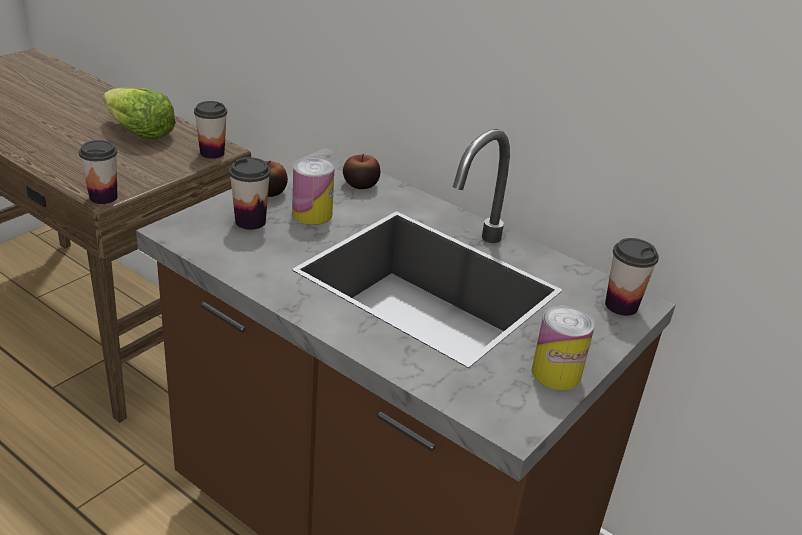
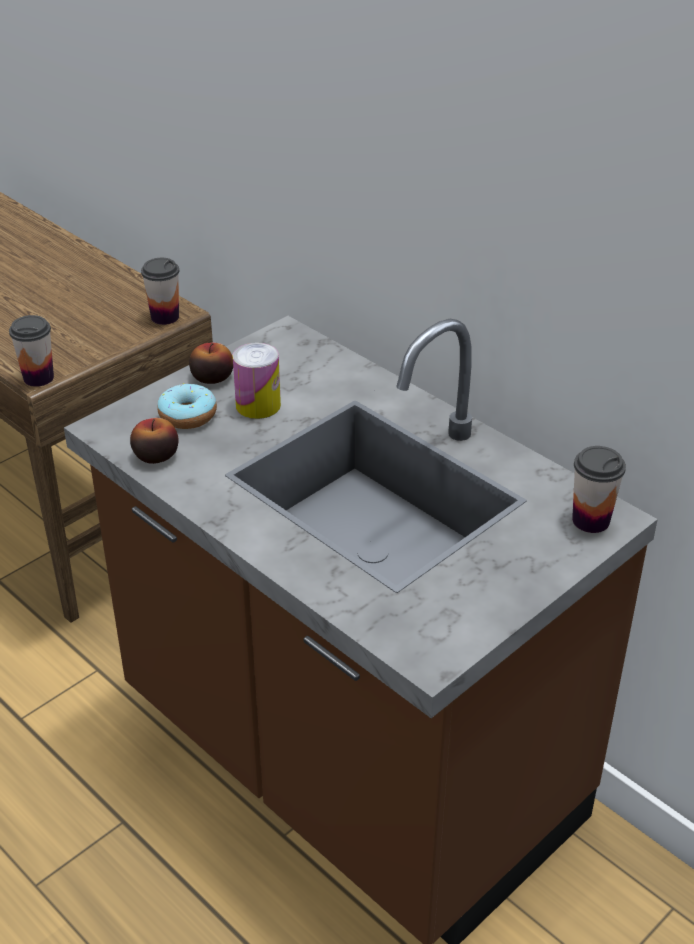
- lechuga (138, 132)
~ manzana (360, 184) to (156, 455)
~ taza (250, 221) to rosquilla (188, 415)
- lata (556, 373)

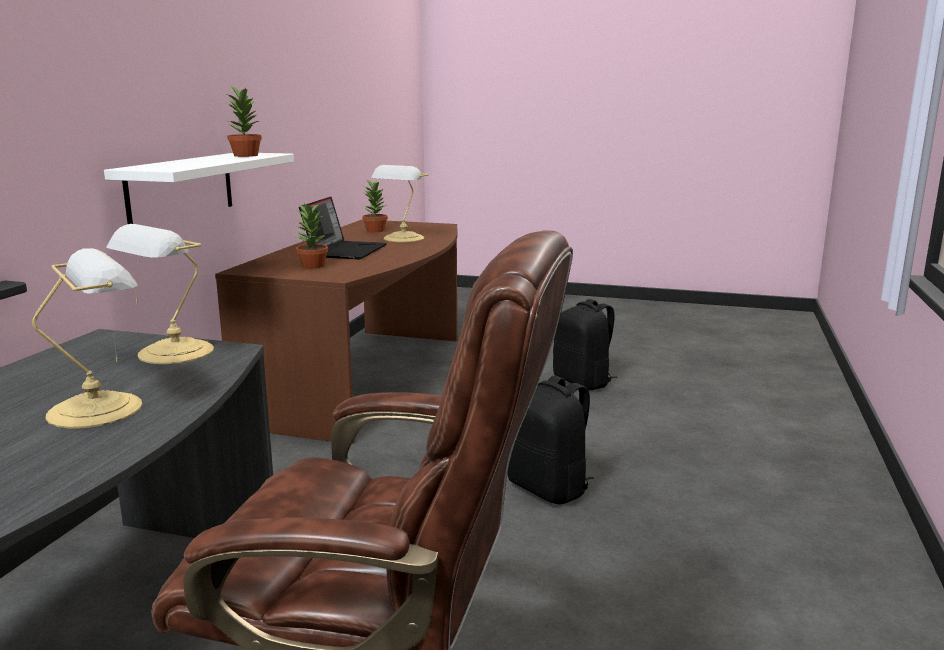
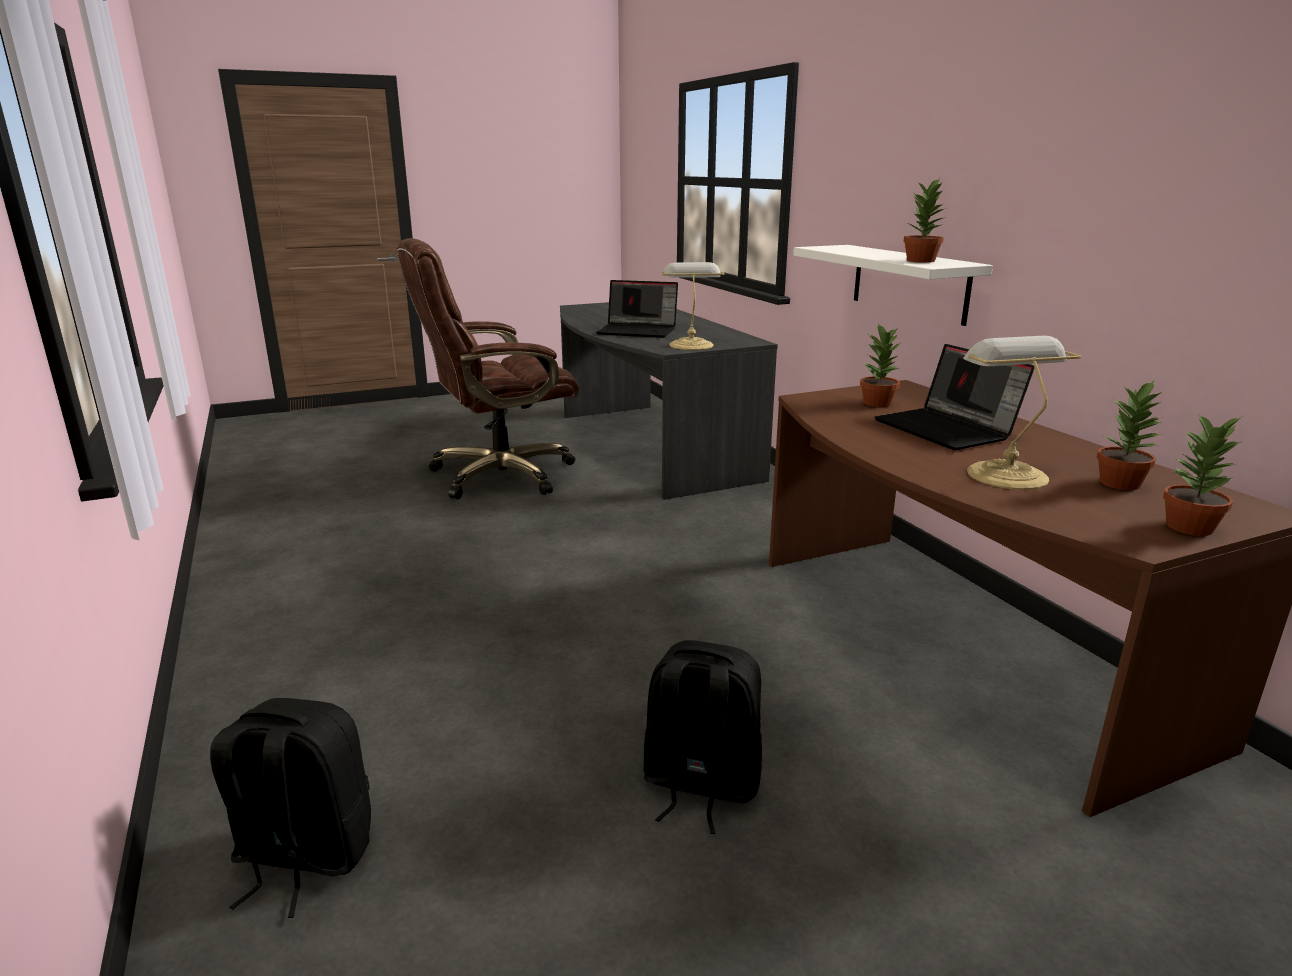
~ lámpara de mesa (100, 408) to portátil (638, 331)
~ mochila (negro) (549, 488) to (303, 857)
+ planta en maceta (1190, 528)

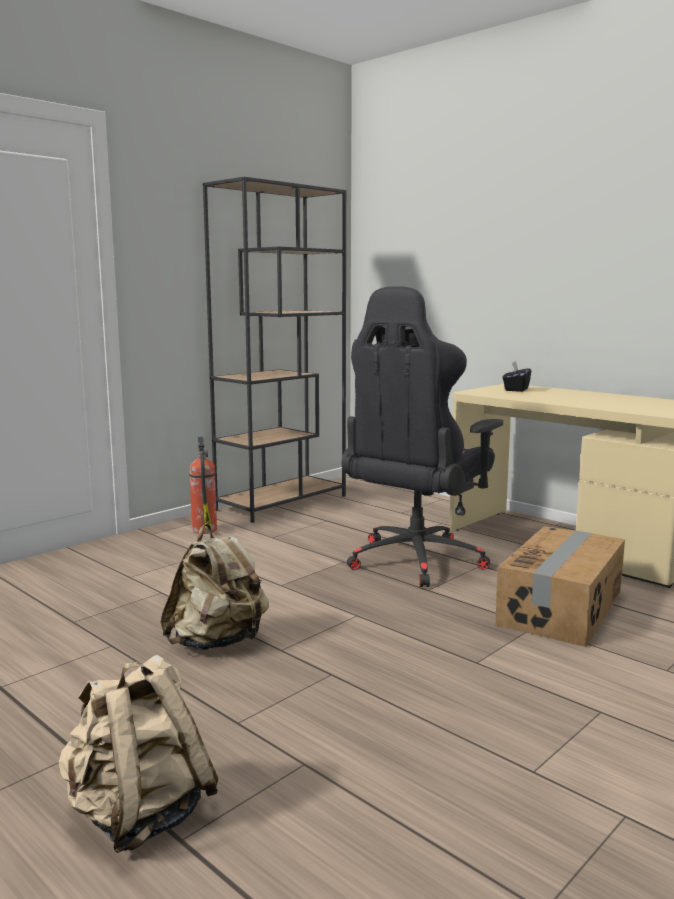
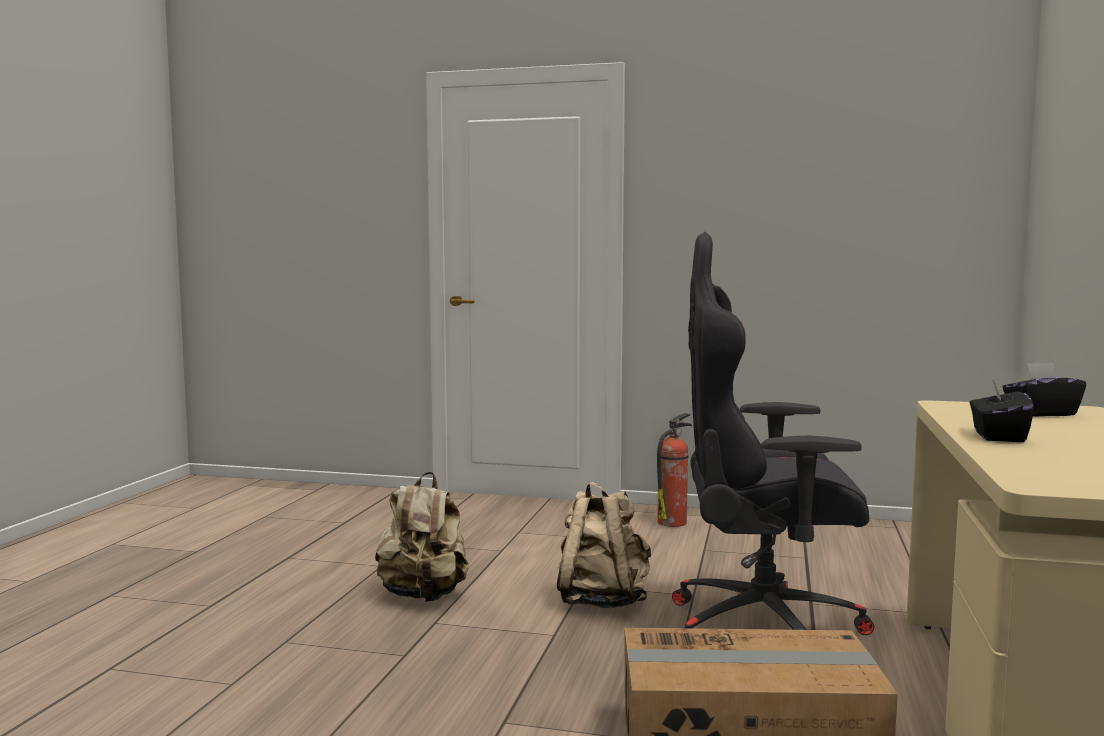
- estantería (282, 502)
~ mochila (beis) (139, 815) to (602, 601)
+ caja de pañuelos (negro) (997, 436)

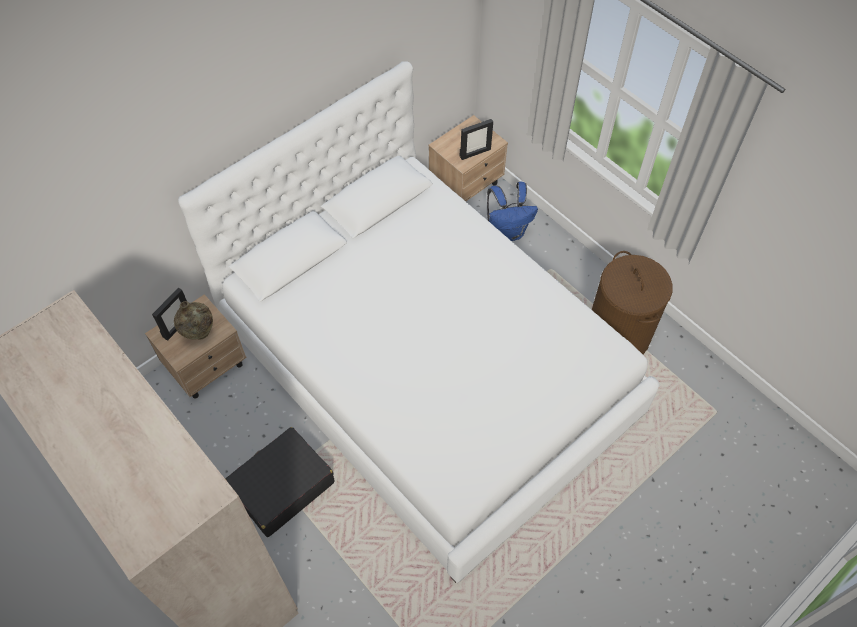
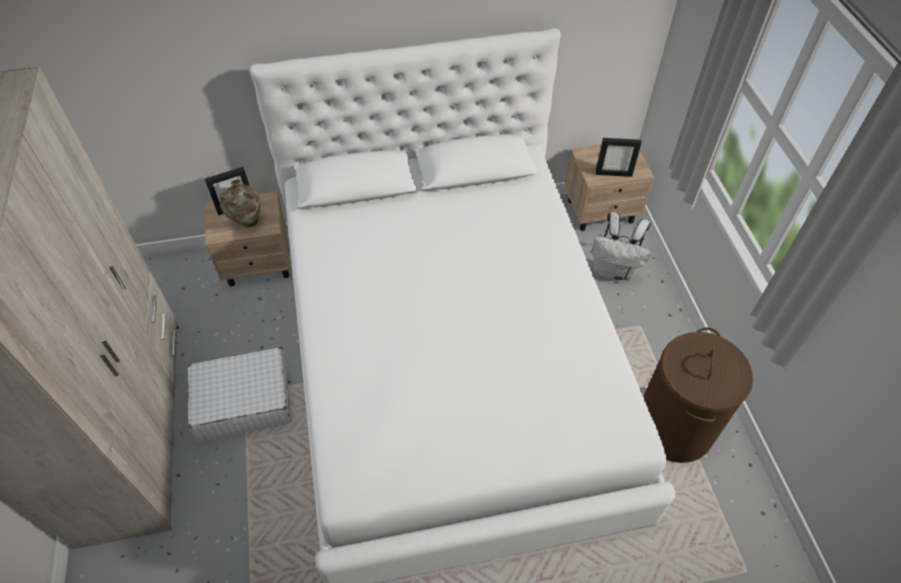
~ mochila (azul) (506, 232) to mochila (blanco) (614, 271)
~ maleta (negro) (281, 487) to maleta (blanco) (243, 401)

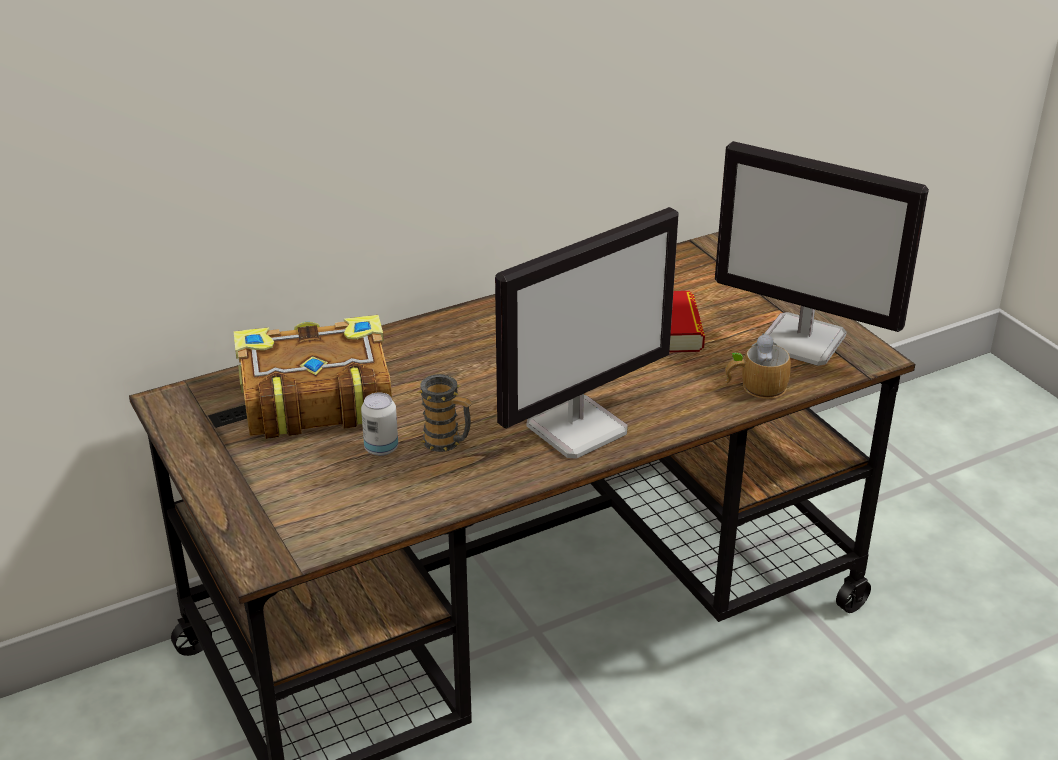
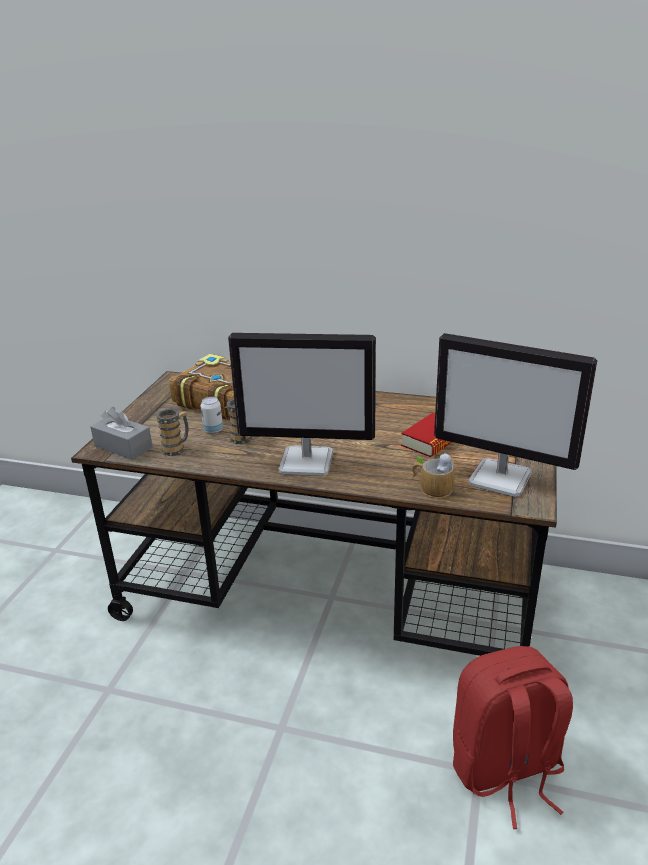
~ monitor (804, 341) = (501, 479) 45 degrees counterclockwise
+ caja de pañuelos (gris) (123, 447)
+ taza grande (176, 448)
+ mochila (rojo) (505, 770)

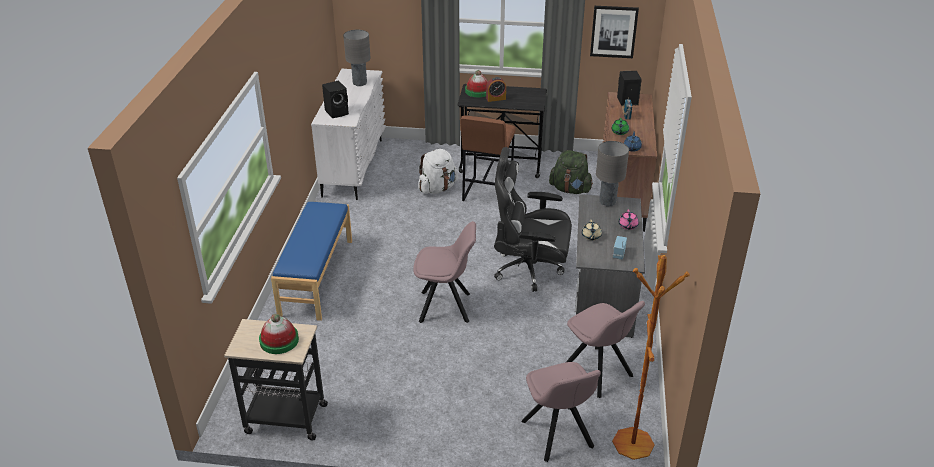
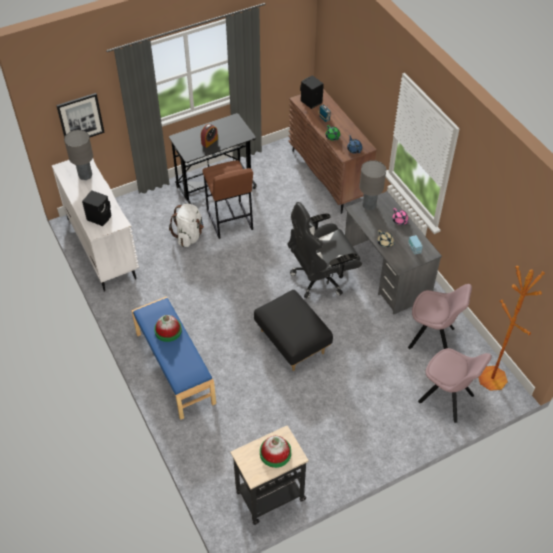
~ cuadro (613, 31) to (80, 118)
~ sombrero (478, 91) to (168, 330)
- mochila (verde) (570, 189)
~ silla (rosa) (445, 307) to puf (negro) (293, 342)

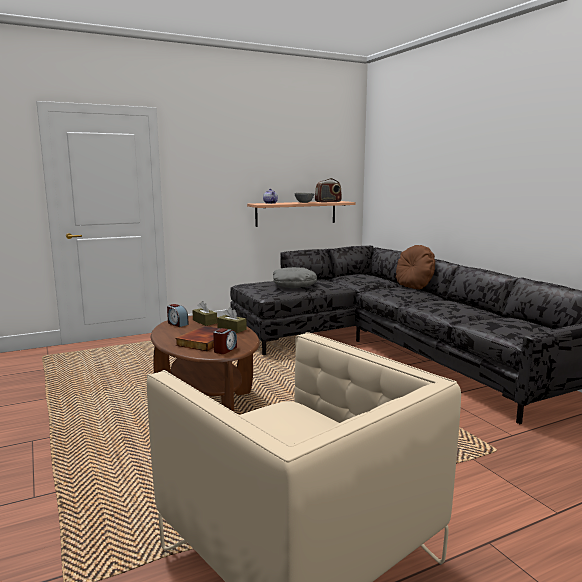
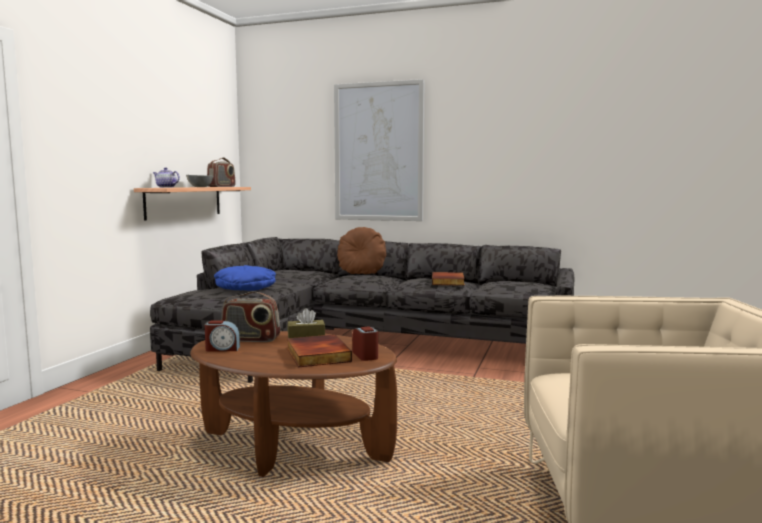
~ cojín (gris) (294, 285) to cojín (azul) (246, 288)
~ caja de pañuelos (marrón) (204, 322) to radio (250, 339)
+ cuadro (378, 152)
+ libro (448, 281)

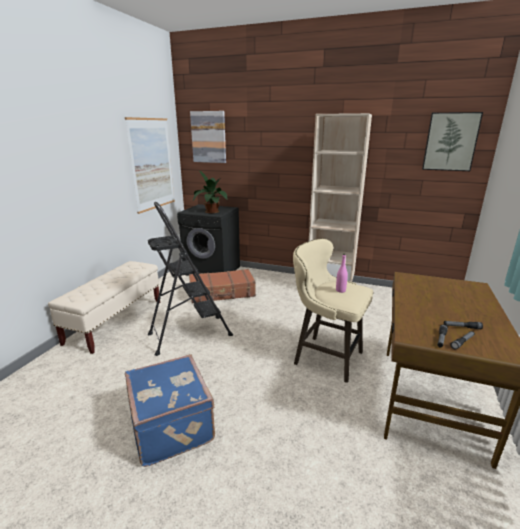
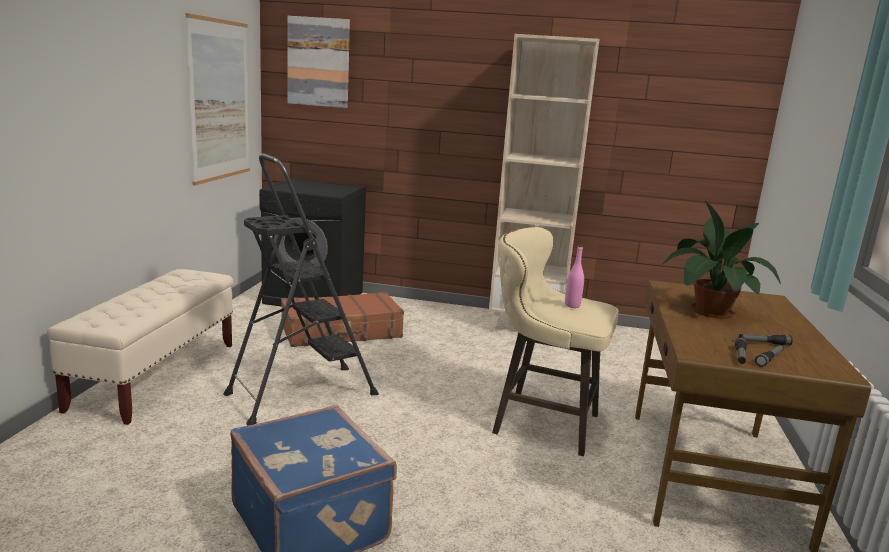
- cuadro (450, 142)
~ planta en maceta (211, 211) to (707, 311)

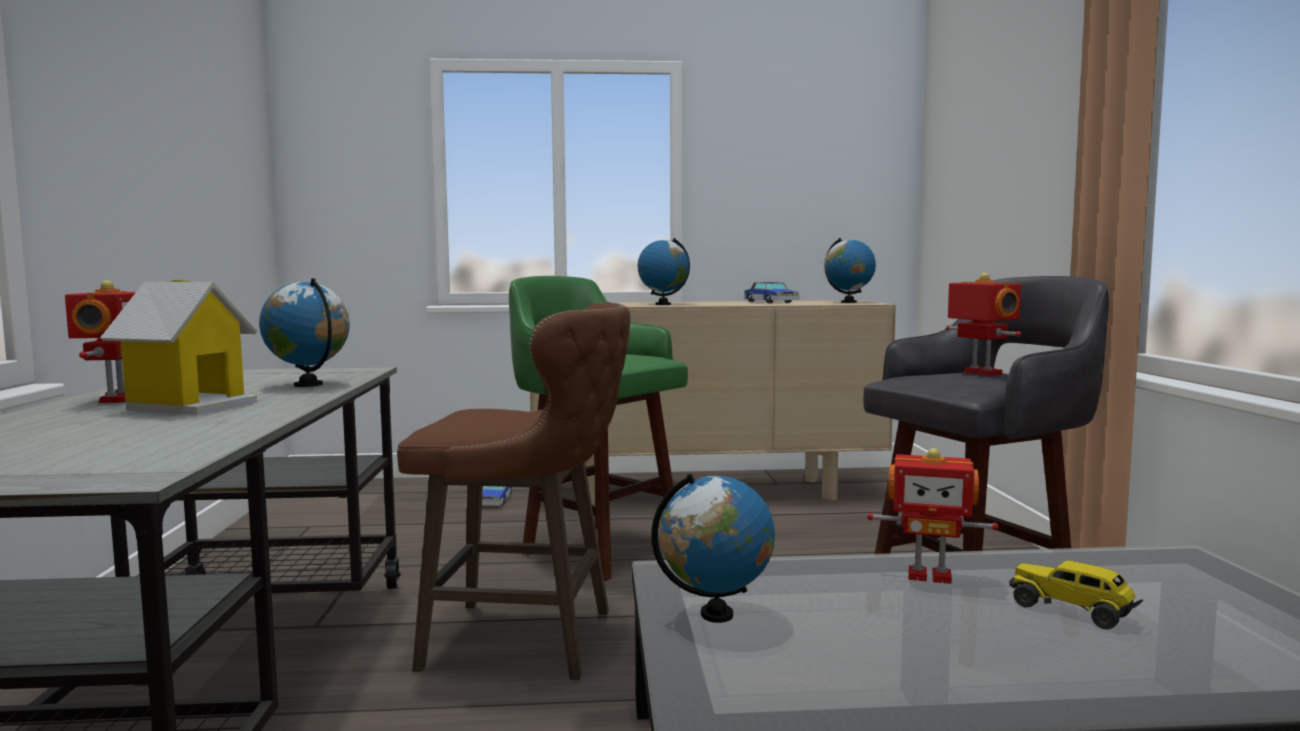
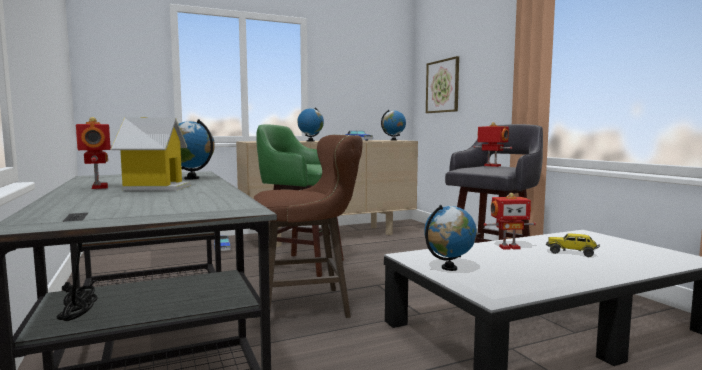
+ cuadro (442, 86)

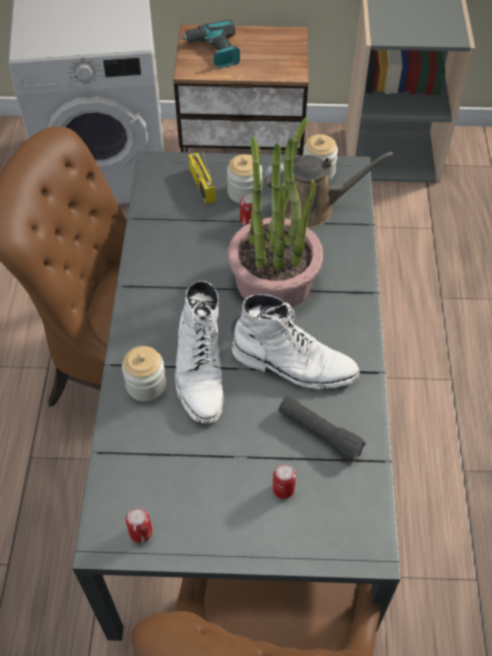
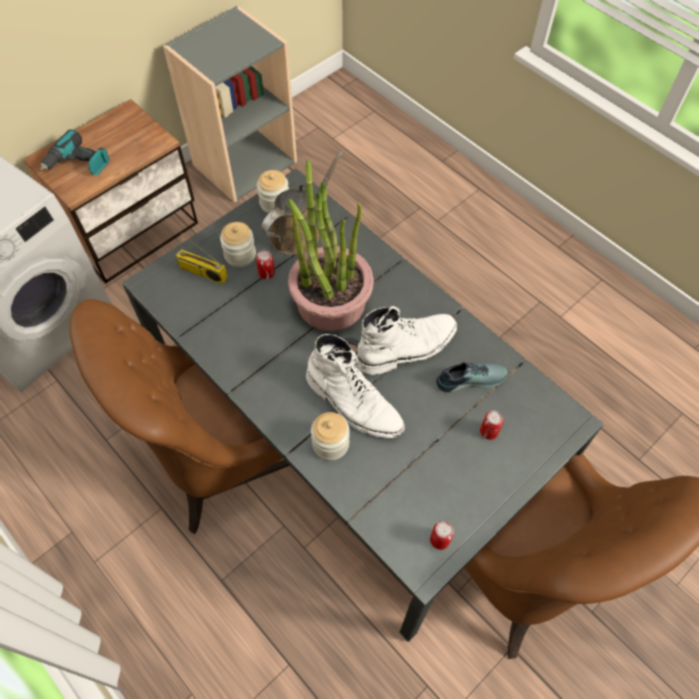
~ linterna (negro) (319, 433) to zapato (470, 378)

